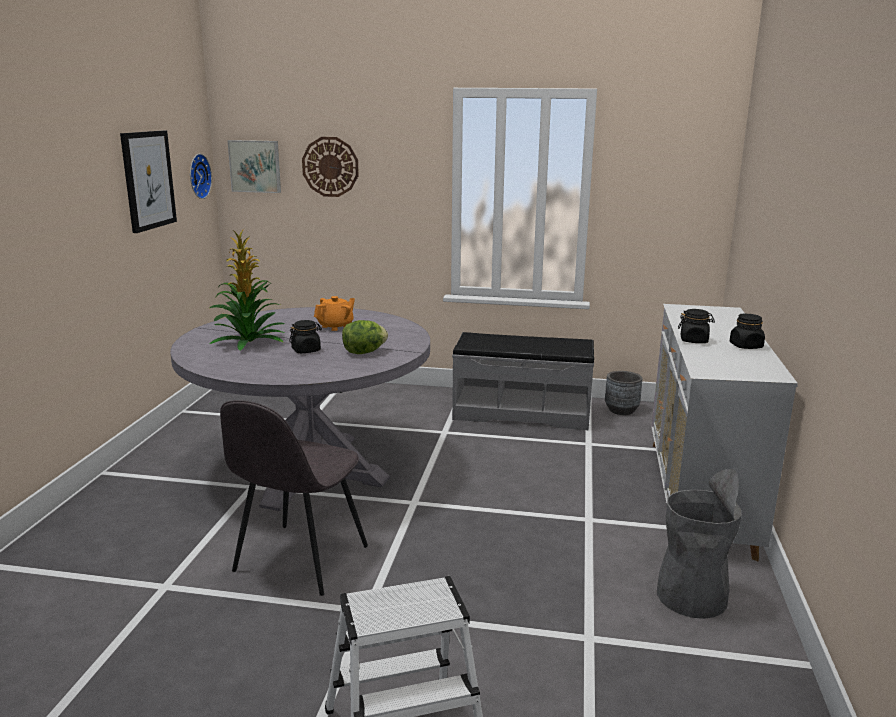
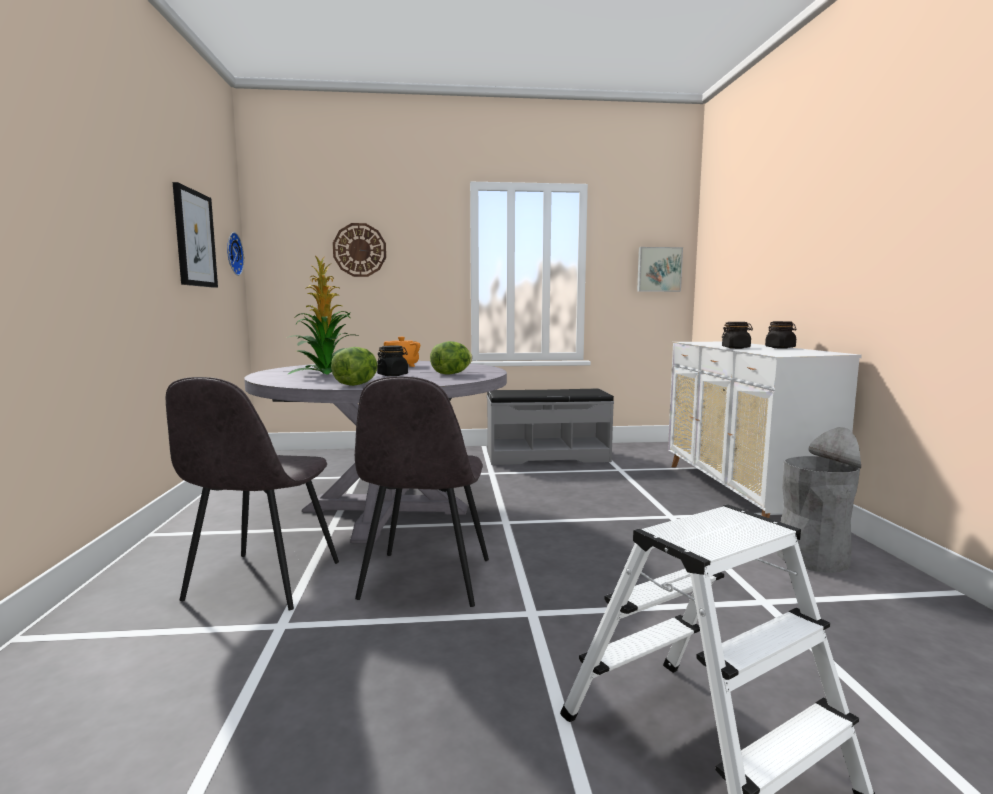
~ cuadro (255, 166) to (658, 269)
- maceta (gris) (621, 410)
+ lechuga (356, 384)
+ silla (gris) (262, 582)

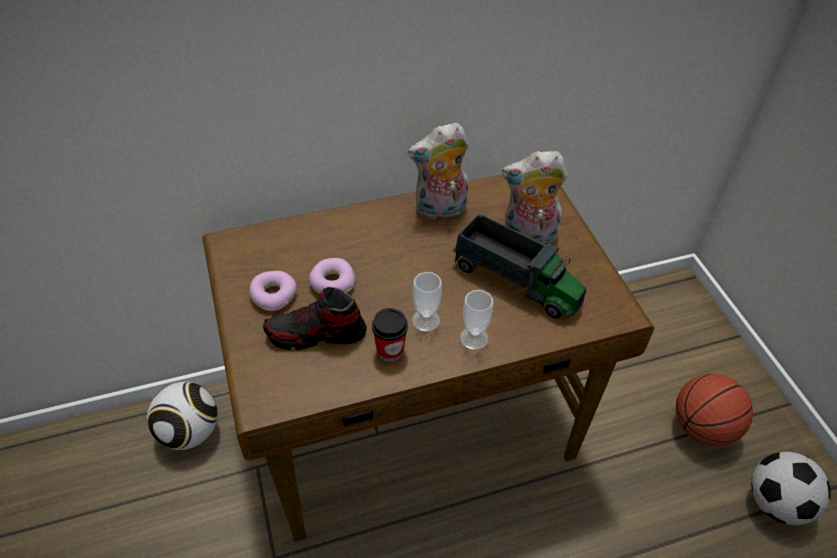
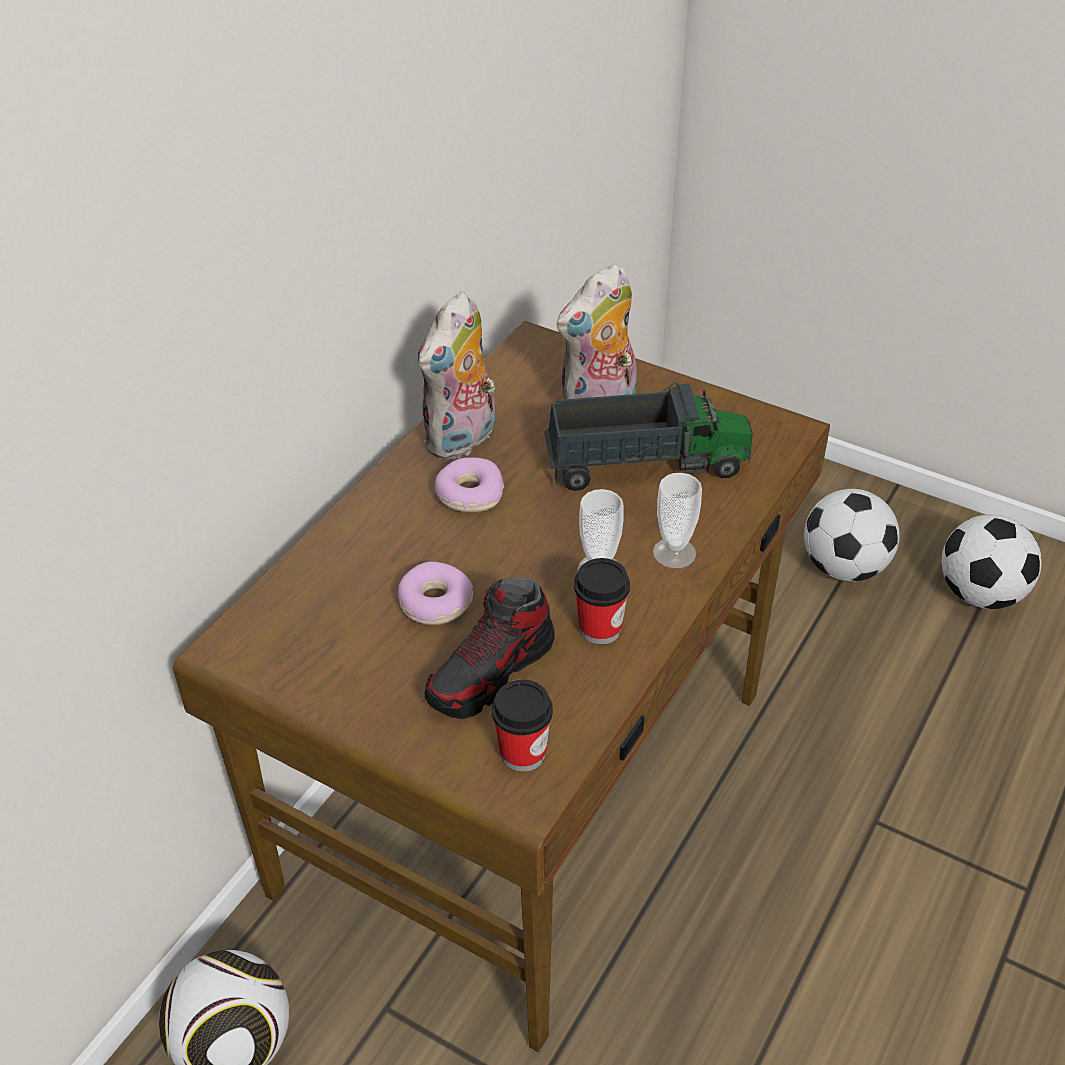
~ rosquilla (273, 295) to (469, 494)
~ balón de baloncesto (702, 427) to balón de fútbol (844, 567)
+ taza (523, 753)

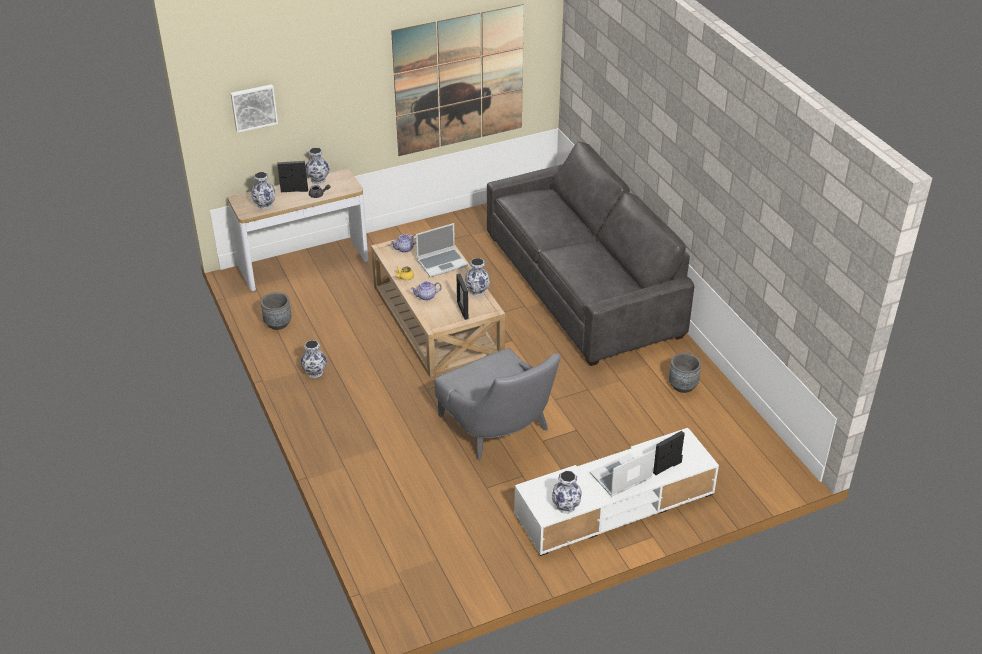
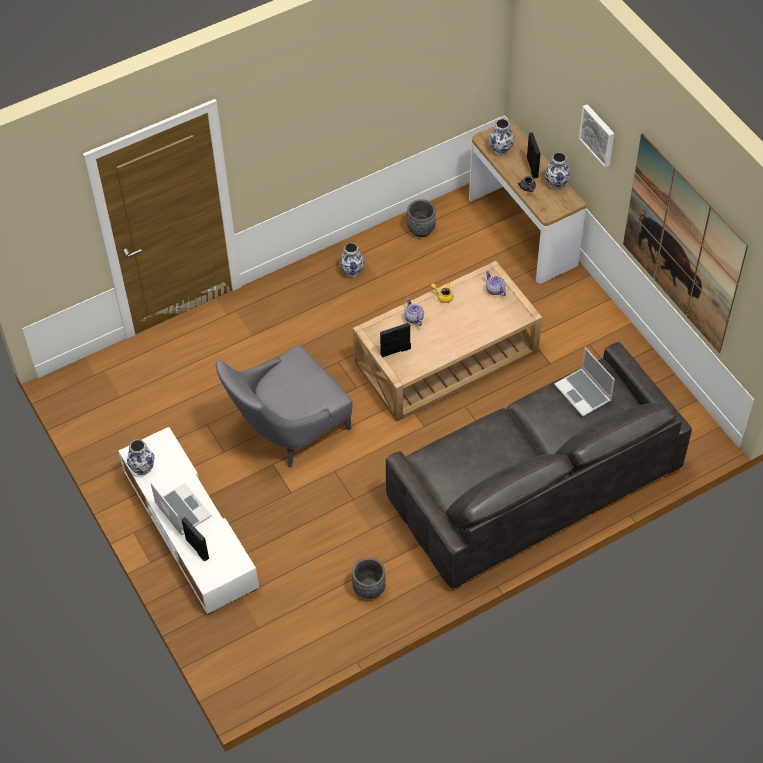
~ cuadro (253, 107) to (598, 135)
~ portátil (442, 263) to (583, 393)
- florero (477, 291)

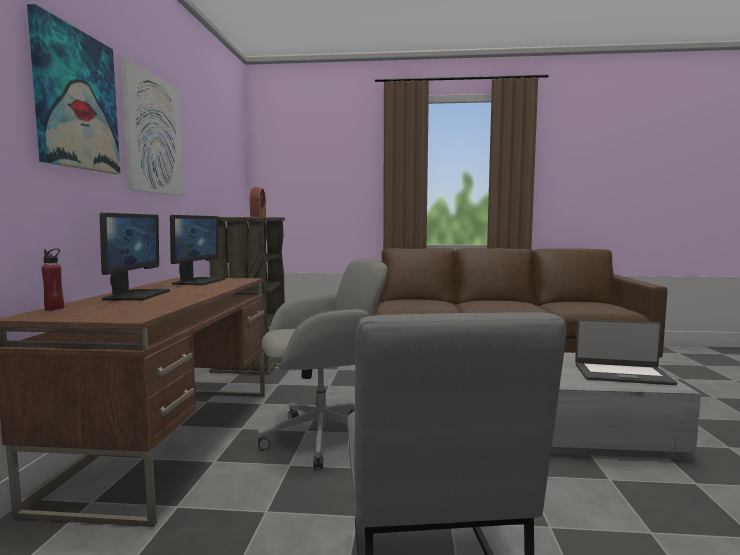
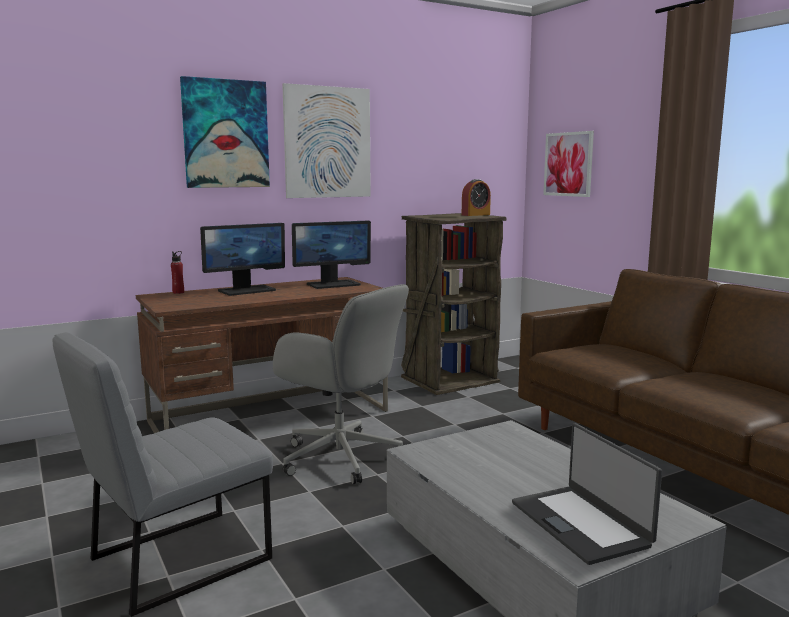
+ cuadro (568, 164)

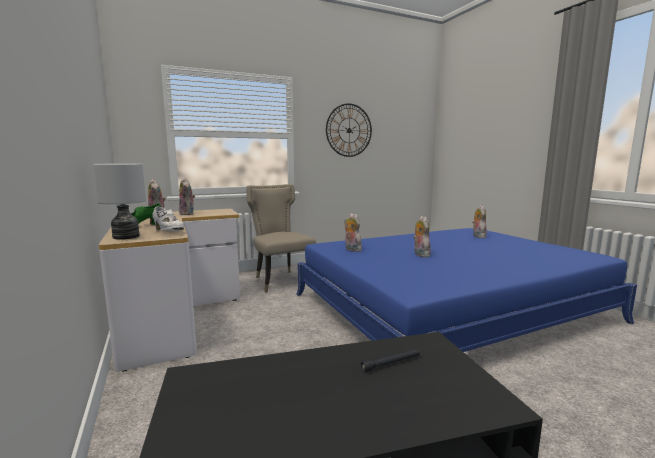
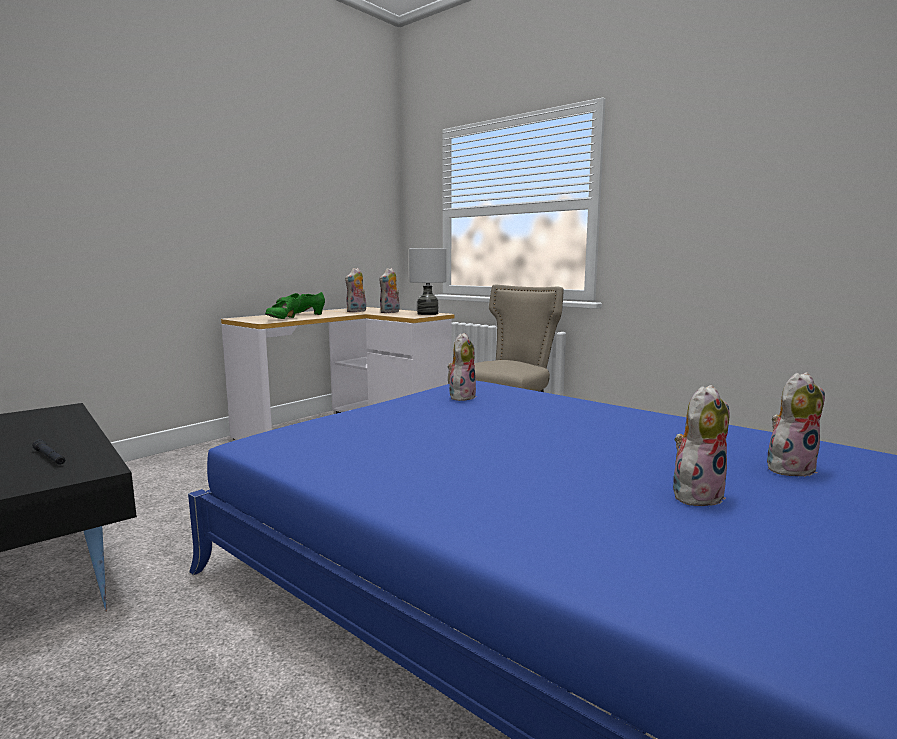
- reloj de pared (349, 130)
~ lámpara de mesa (gris) (126, 237) to (427, 314)
~ zapato (blanco) (168, 231) to zapato (verde) (283, 319)
~ peluche (420, 254) to (696, 494)

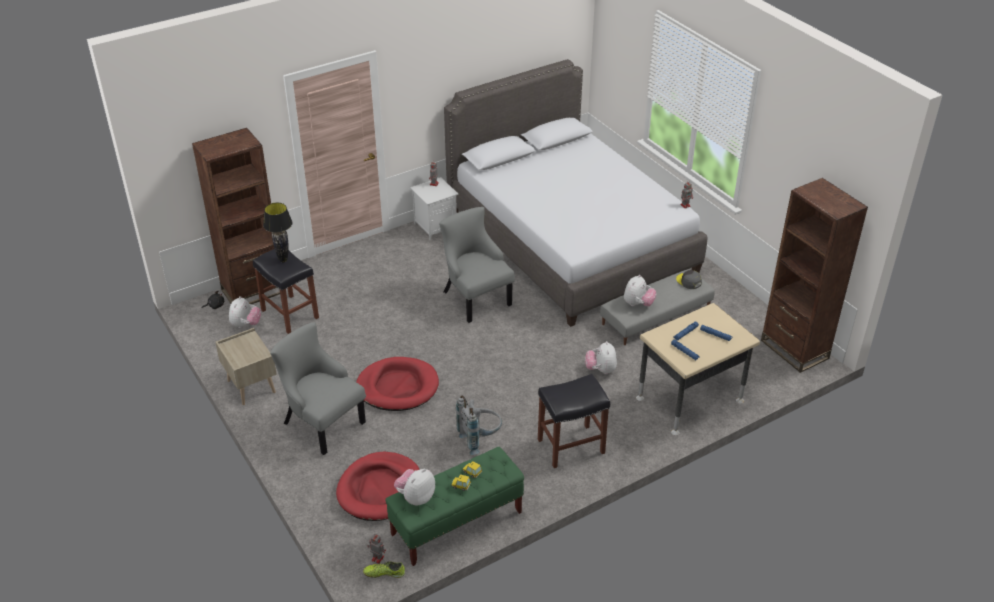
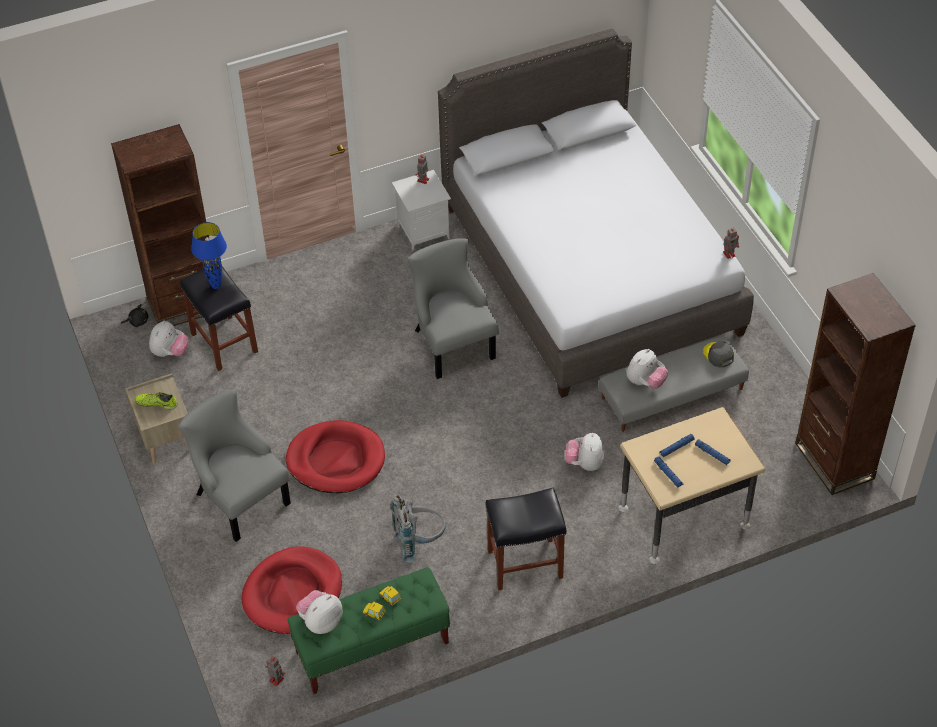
~ lámpara de mesa (negro) (283, 260) to lámpara de mesa (azul) (215, 285)
~ zapato (384, 573) to (156, 403)

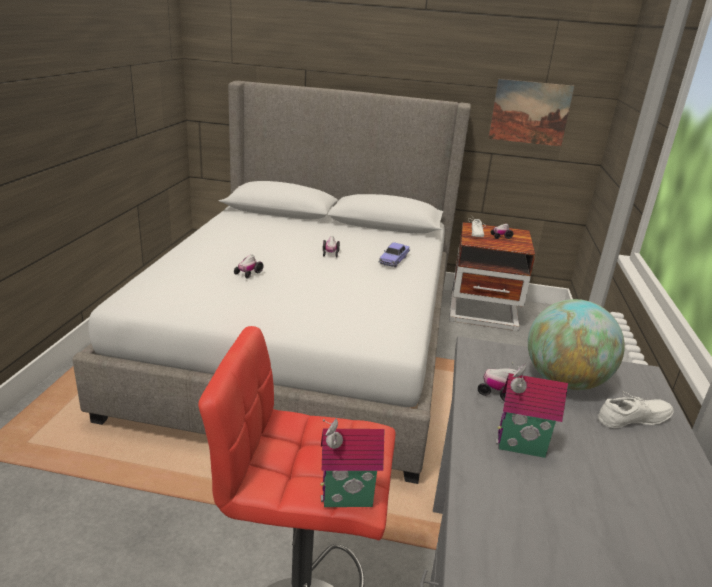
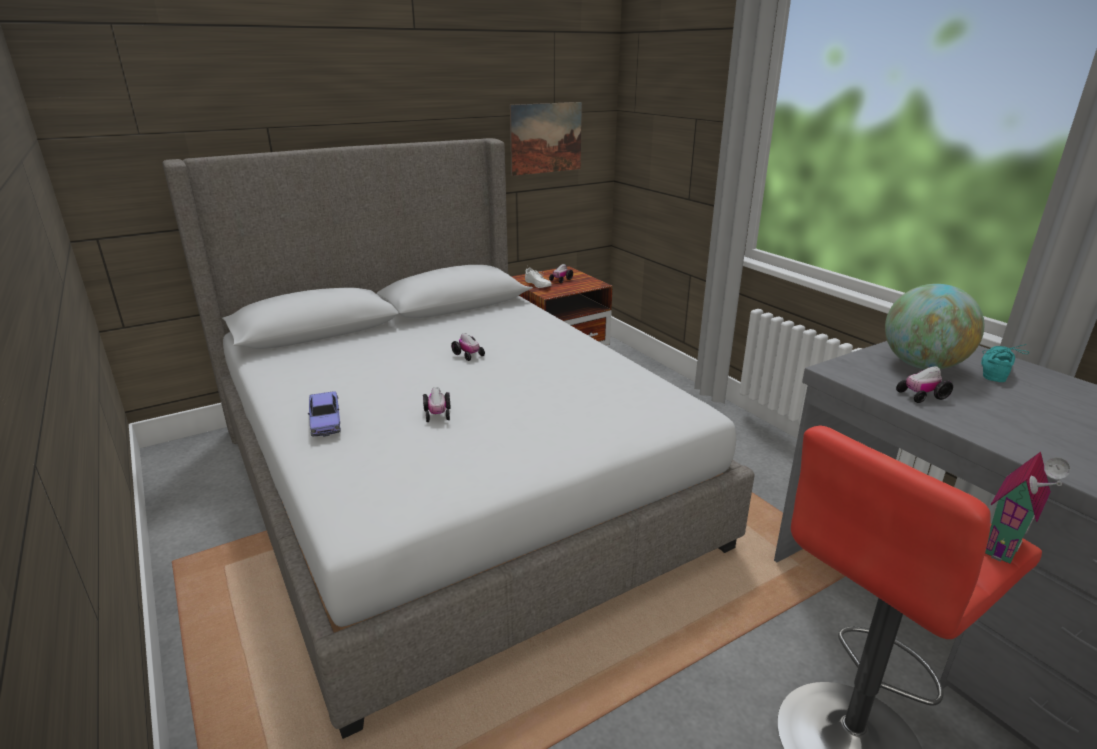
~ coche de juguete (394, 260) to (325, 421)
- casita (520, 449)
~ zapato (blanco) (635, 420) to zapato (turquesa) (998, 370)

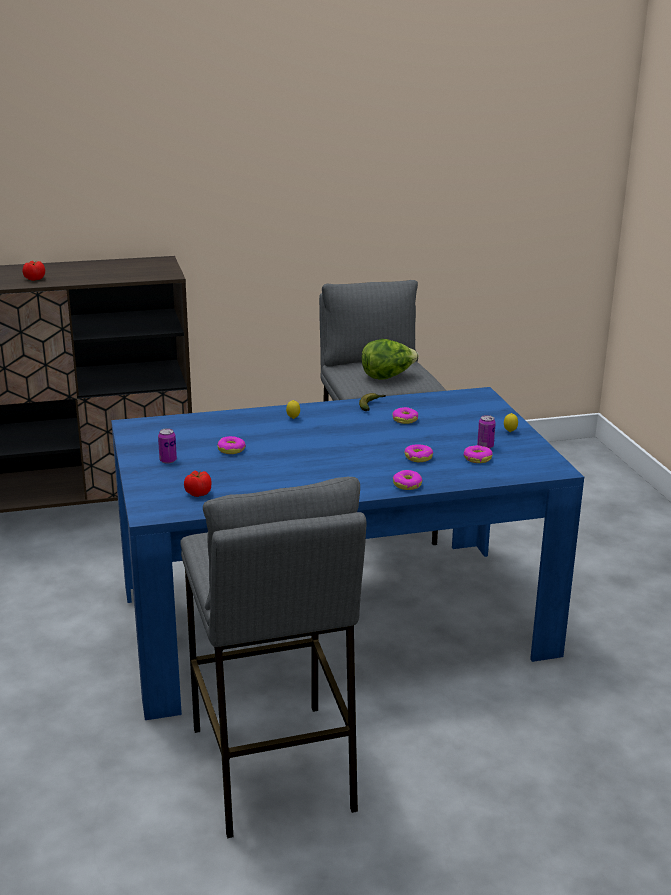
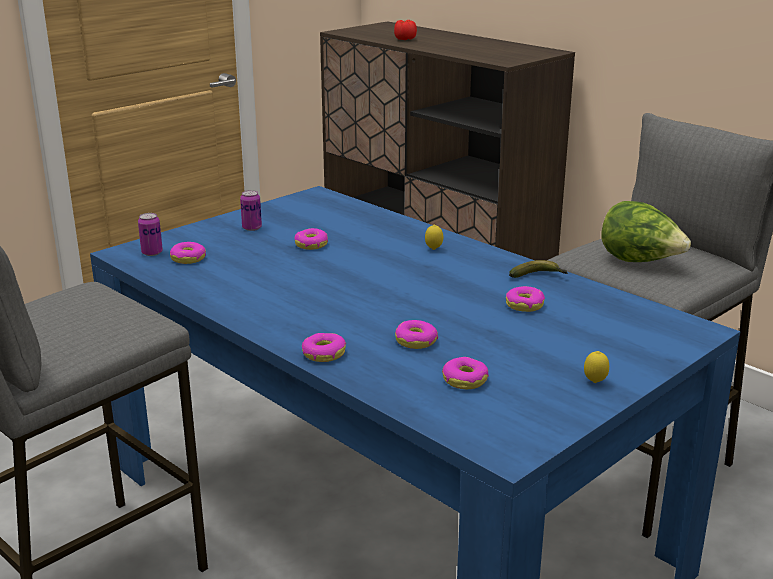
~ lata (485, 446) to (152, 253)
~ tomate (198, 493) to rosquilla (188, 258)

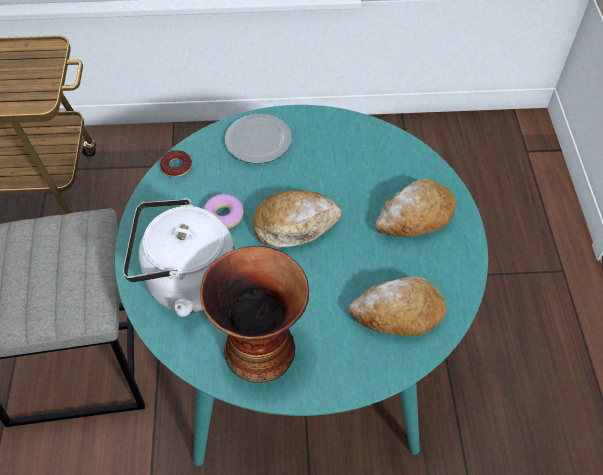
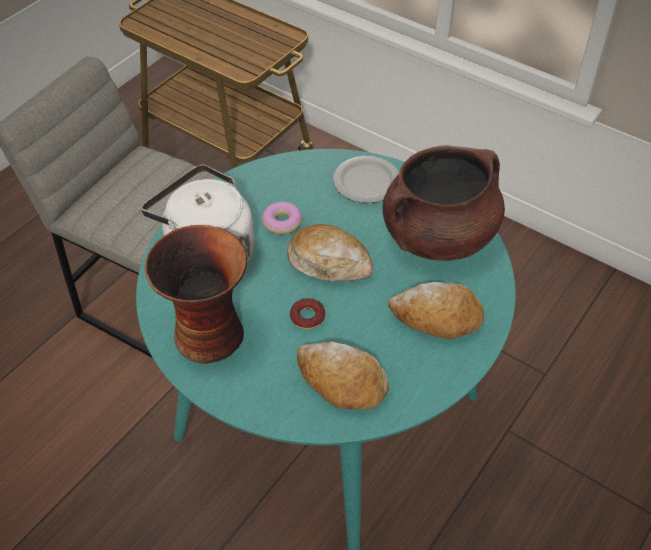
~ rosquilla (176, 166) to (307, 317)
+ olla (marrón) (438, 236)

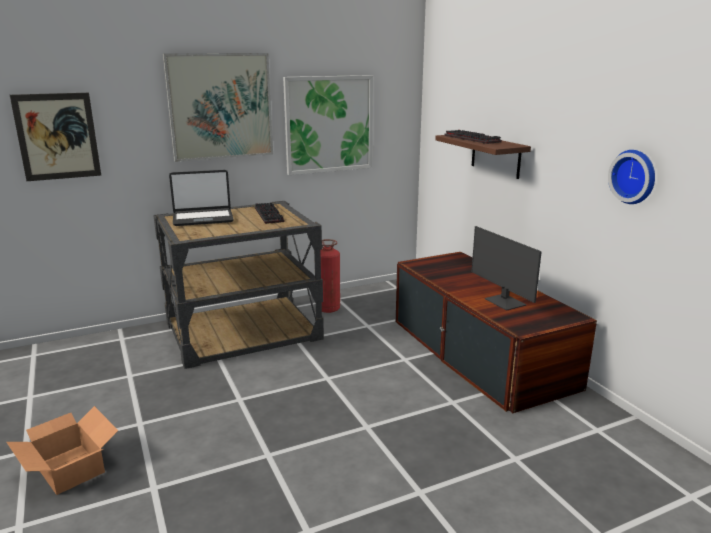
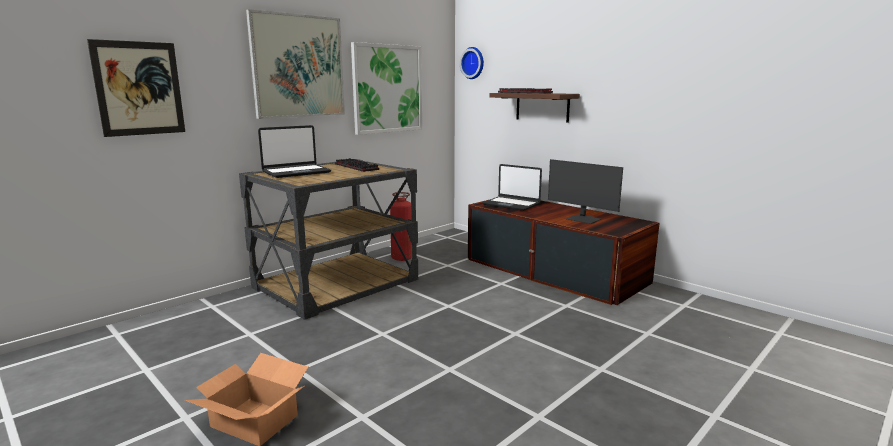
~ reloj de pared (634, 176) to (473, 63)
+ portátil (511, 204)

